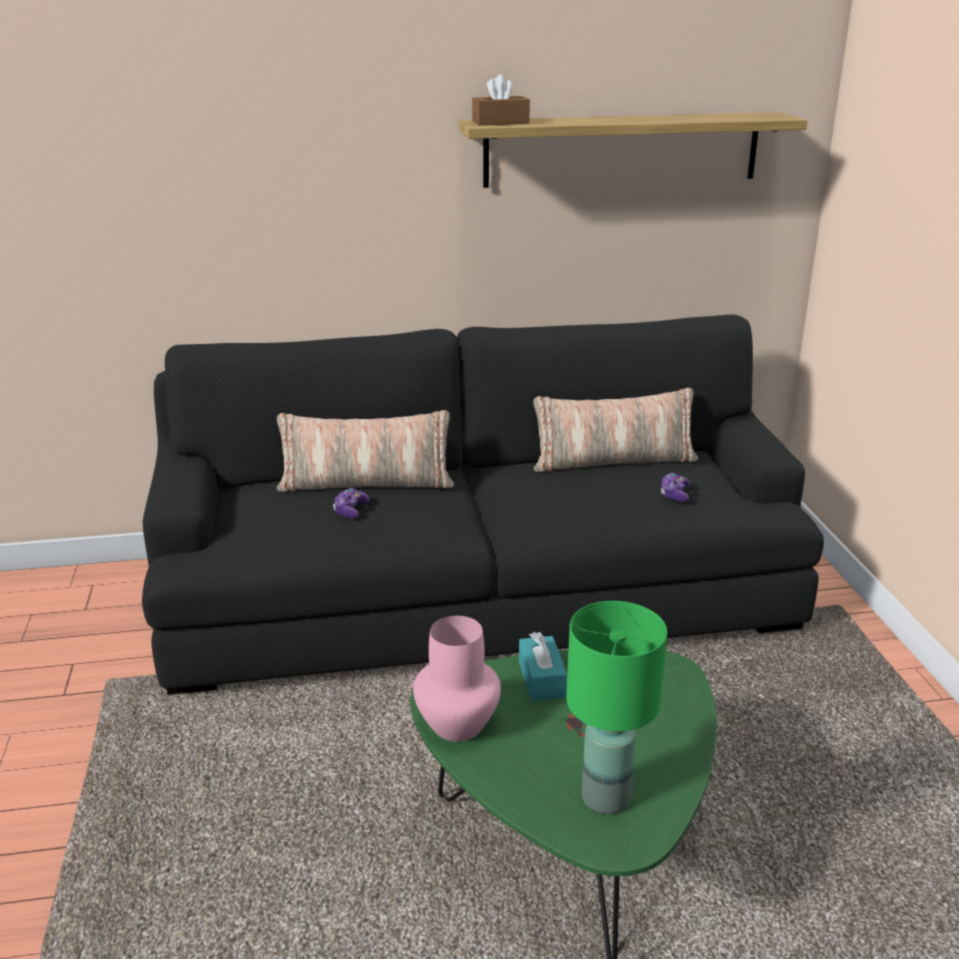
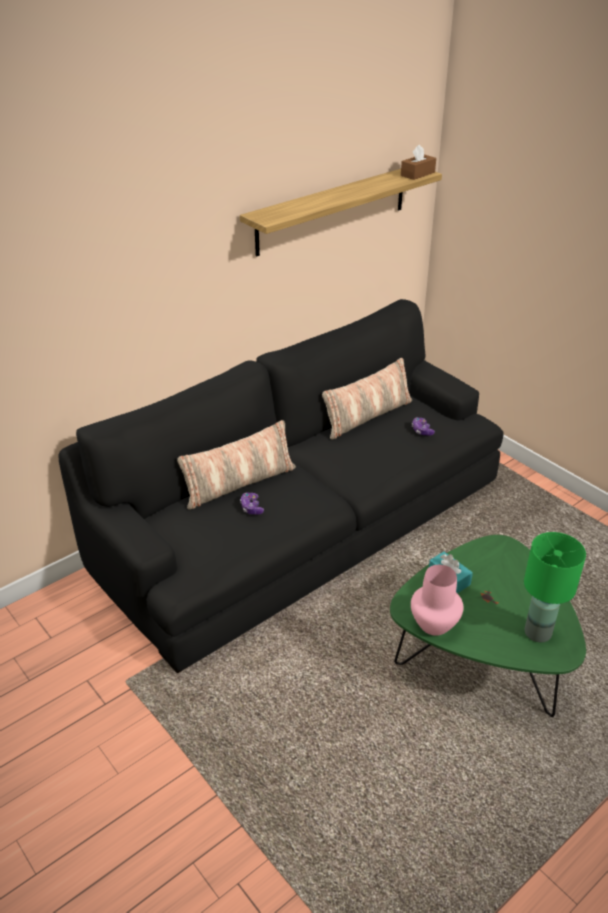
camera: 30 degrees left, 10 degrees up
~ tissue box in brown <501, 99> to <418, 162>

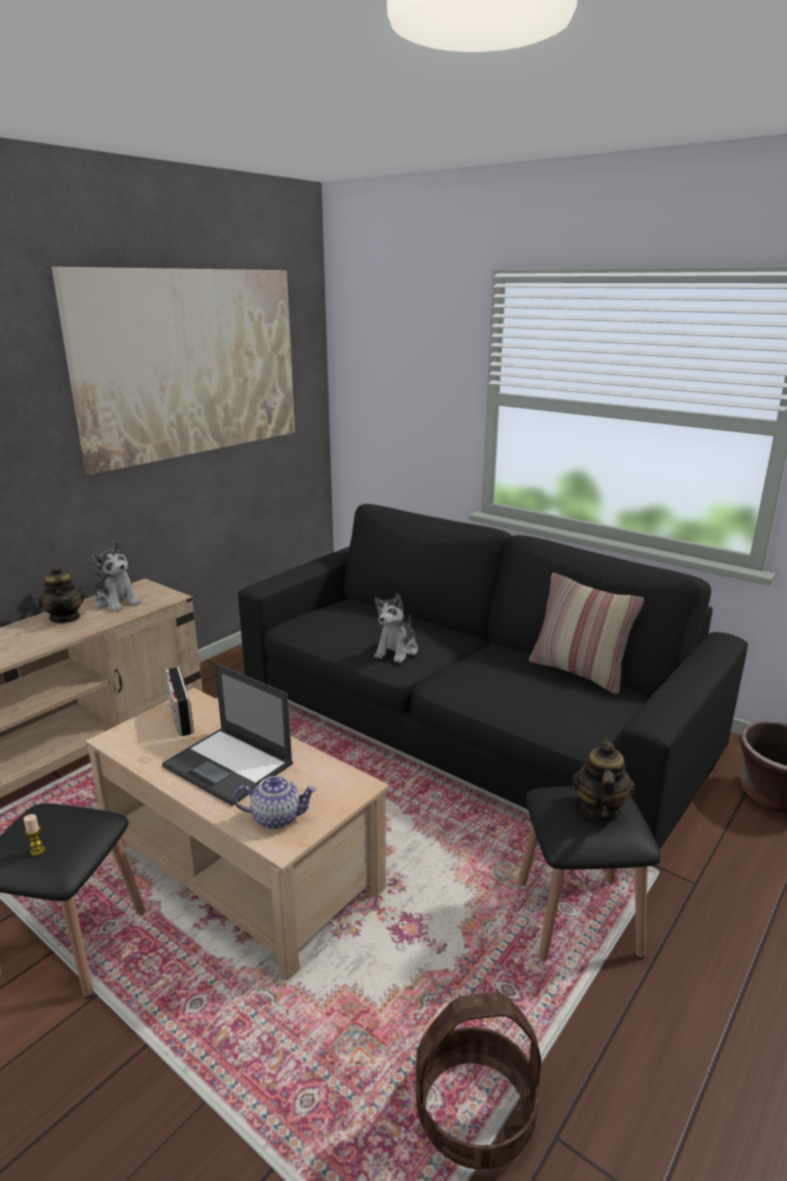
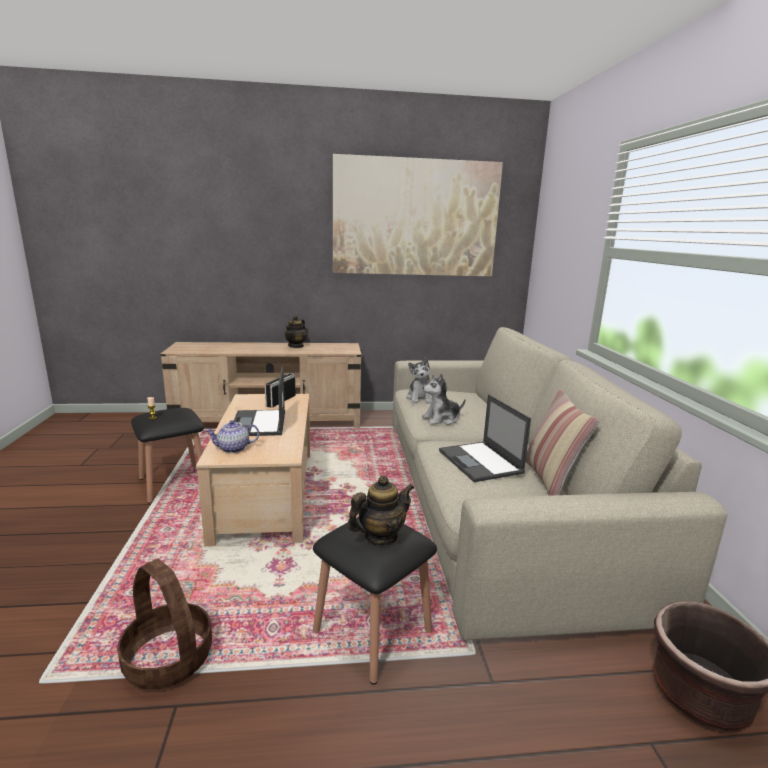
camera: 45 degrees right, 5 degrees down
~ sofa in black <493, 677> to sofa in beige <560, 483>
~ plush toy <117, 576> to <419, 380>
~ teapot <275, 802> = <232, 436> 120 degrees clockwise
+ laptop <485, 438>

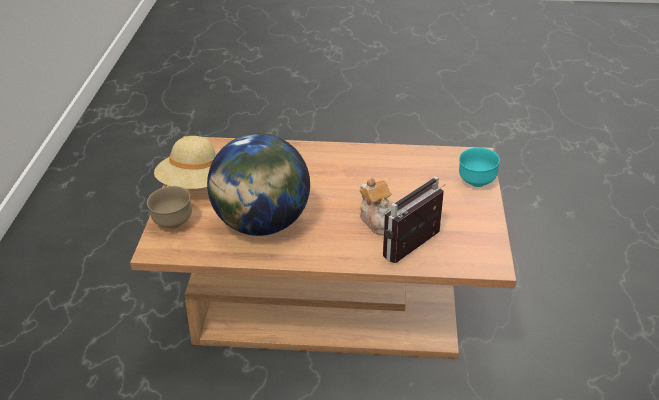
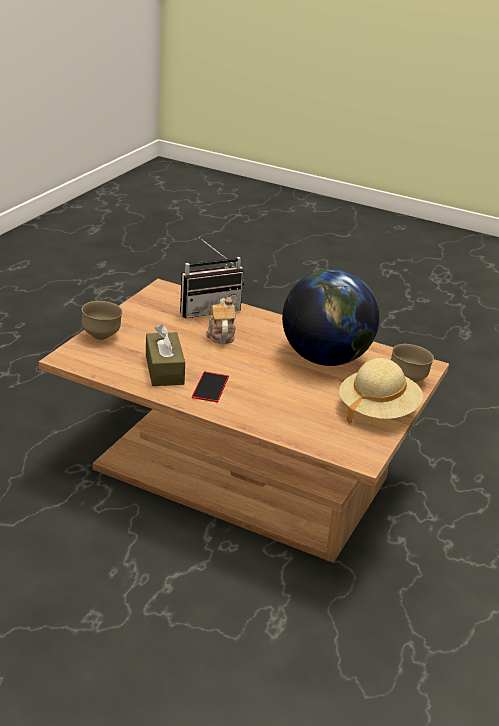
camera: 160 degrees left, 5 degrees down
~ bowl in turquoise <479, 167> to bowl in brown <102, 320>
+ tissue box in brown <165, 355>
+ phone <210, 386>

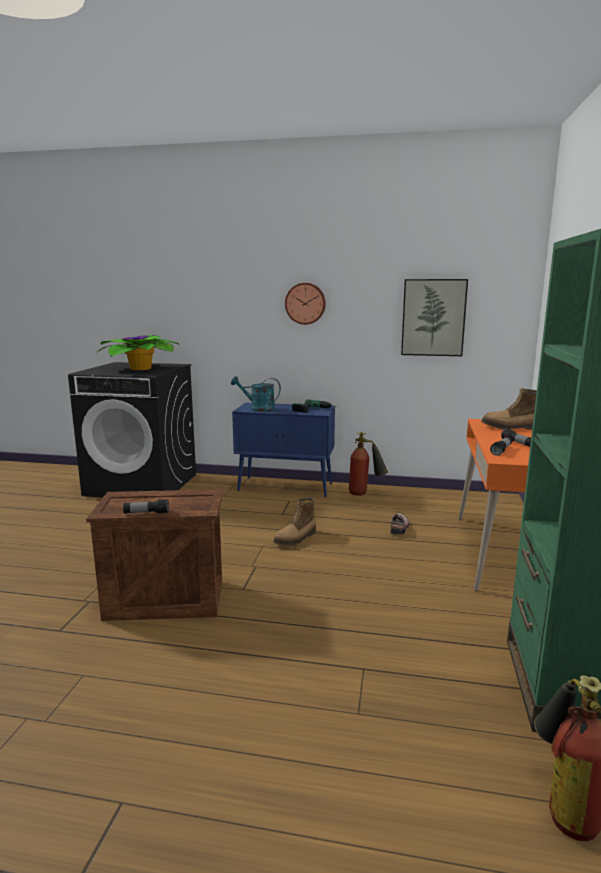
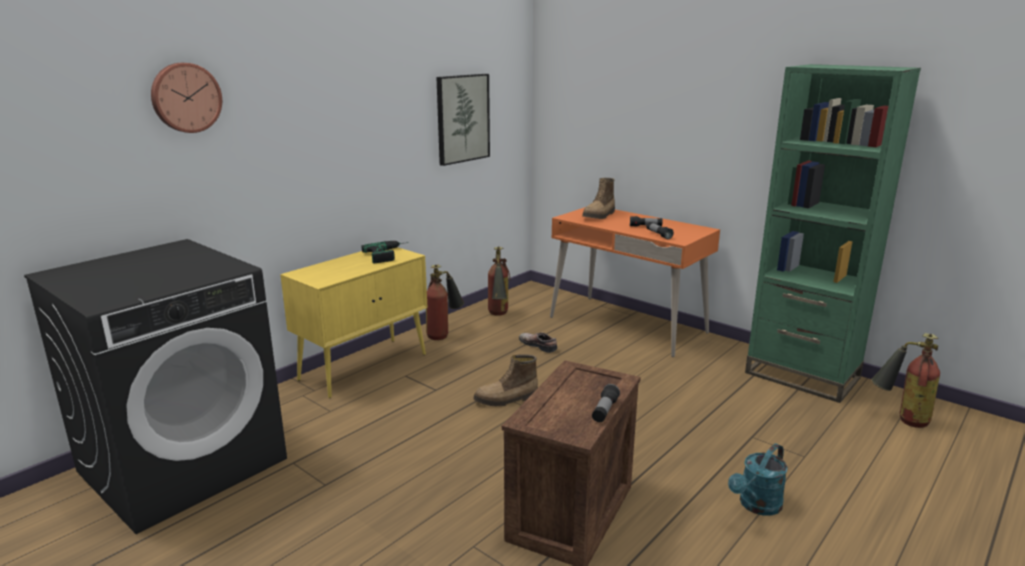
camera: 60 degrees left, 5 degrees up
~ wall clock <305, 304> to <186, 98>
- potted plant <139, 352>
~ watering can in turquoise <256, 394> to <758, 479>
~ cabinet in blue <283, 450> to cabinet in yellow <354, 322>
~ boot <294, 521> = <505, 380> 90 degrees clockwise
+ fire extinguisher <499, 281>

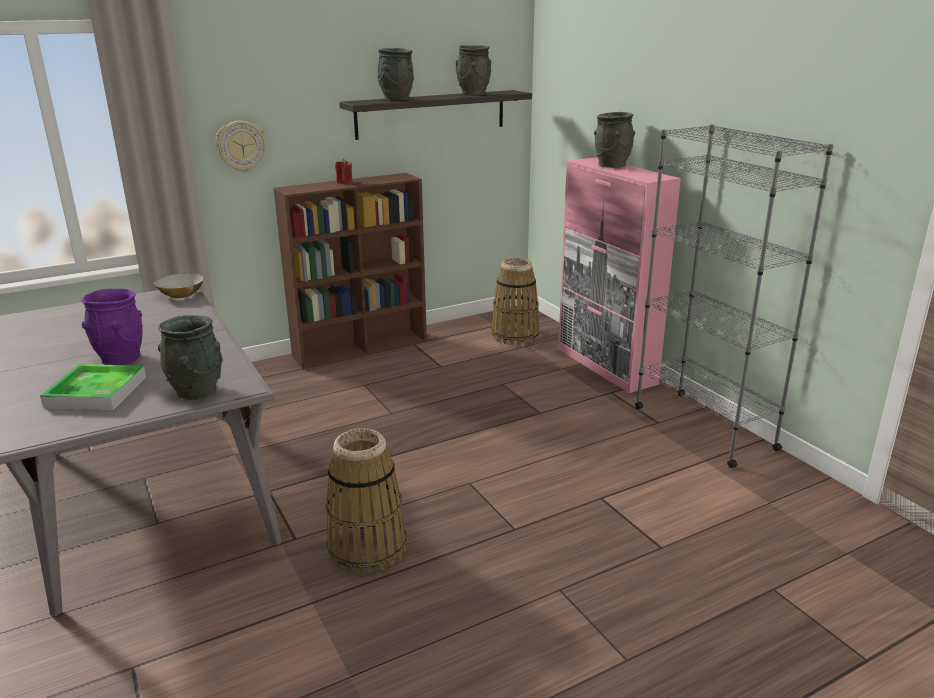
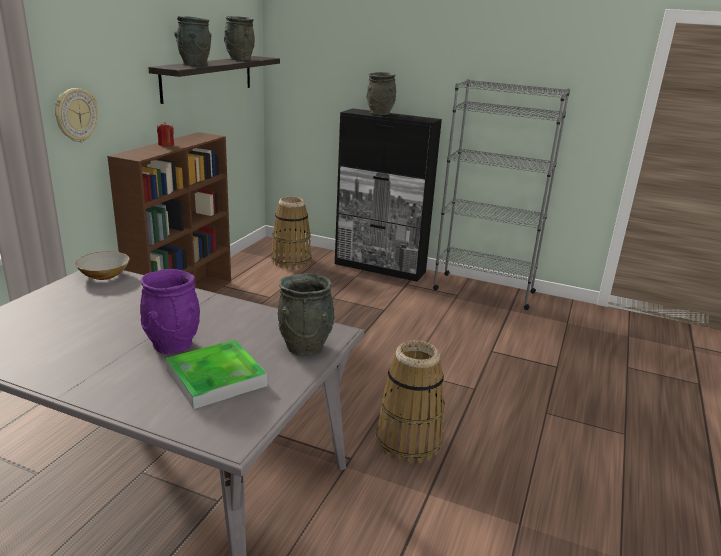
camera: 40 degrees left, 0 degrees up
~ cabinet in pink <619, 275> to cabinet in black <388, 195>

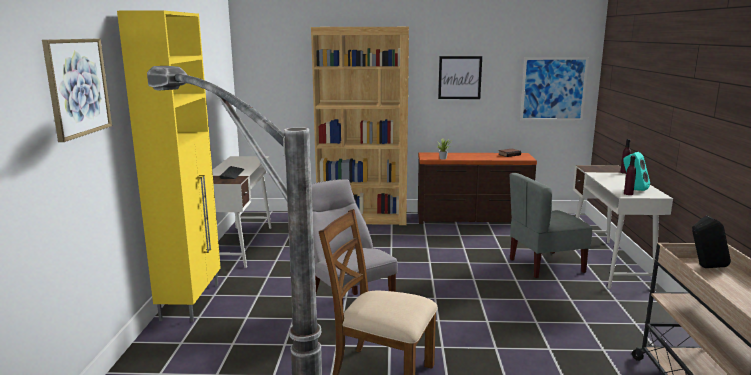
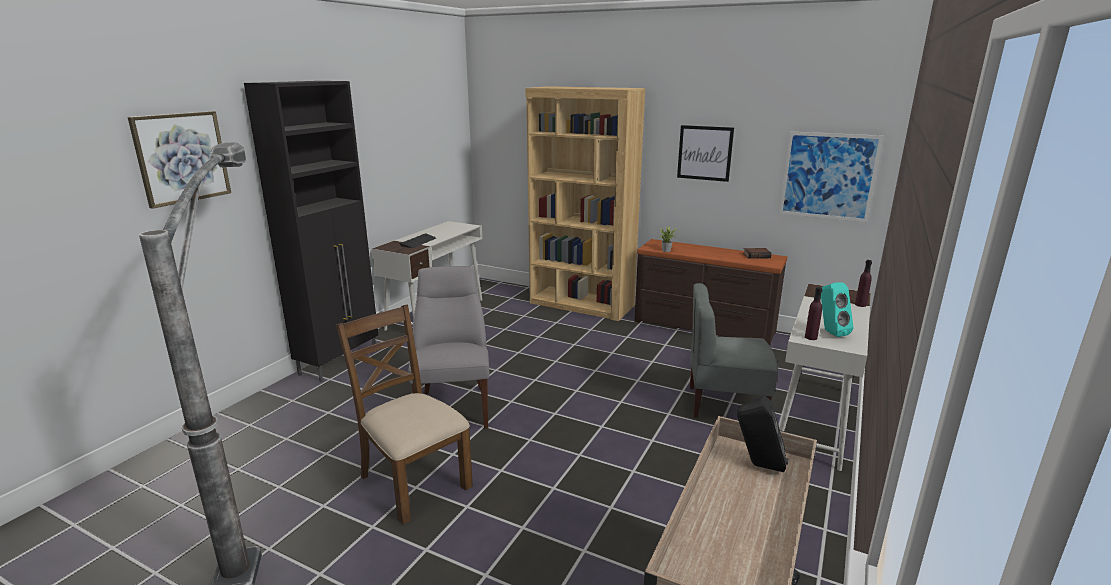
camera: 25 degrees right, 5 degrees up
~ cabinet in yellow <169, 166> to cabinet in black <311, 231>

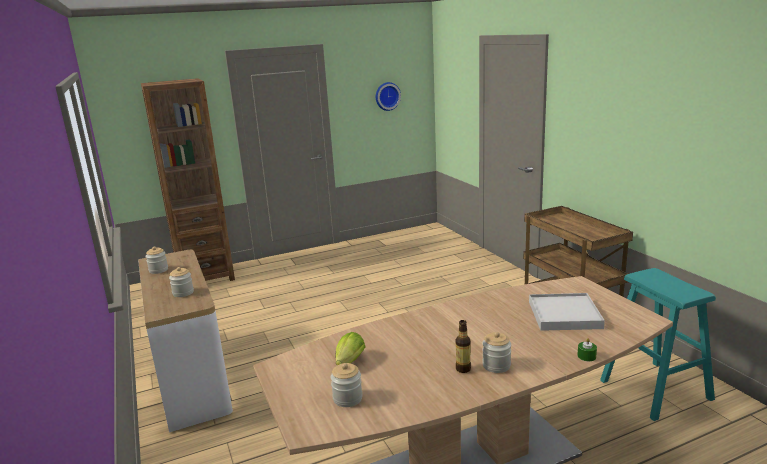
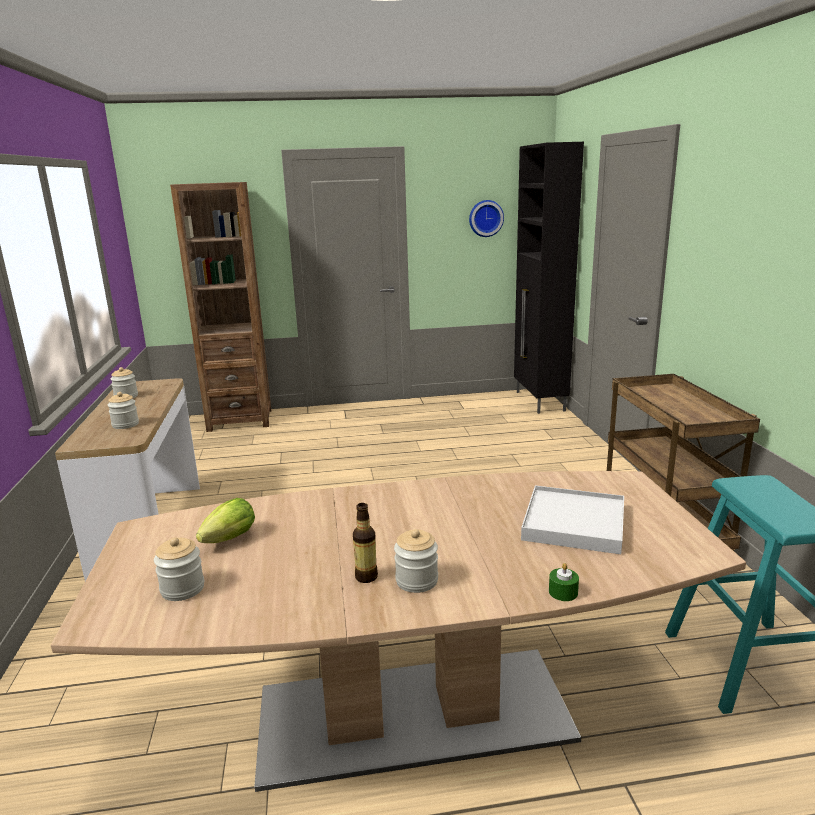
camera: 15 degrees right, 0 degrees up
+ cabinet in black <549, 278>

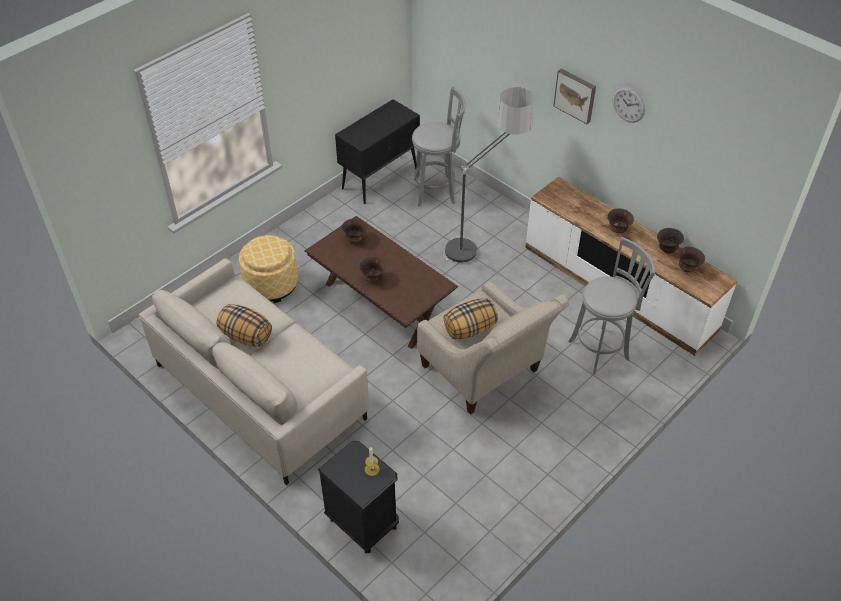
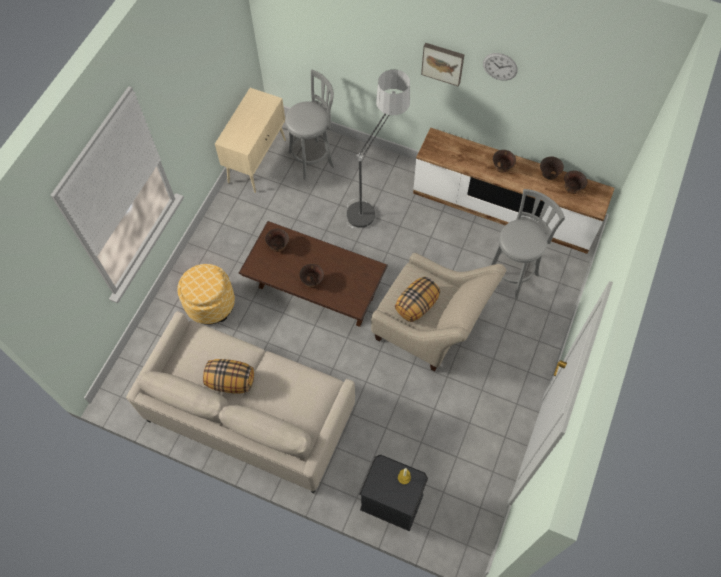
camera: 20 degrees left, 15 degrees up
~ cabinet in black <377, 151> to cabinet in beige <250, 140>

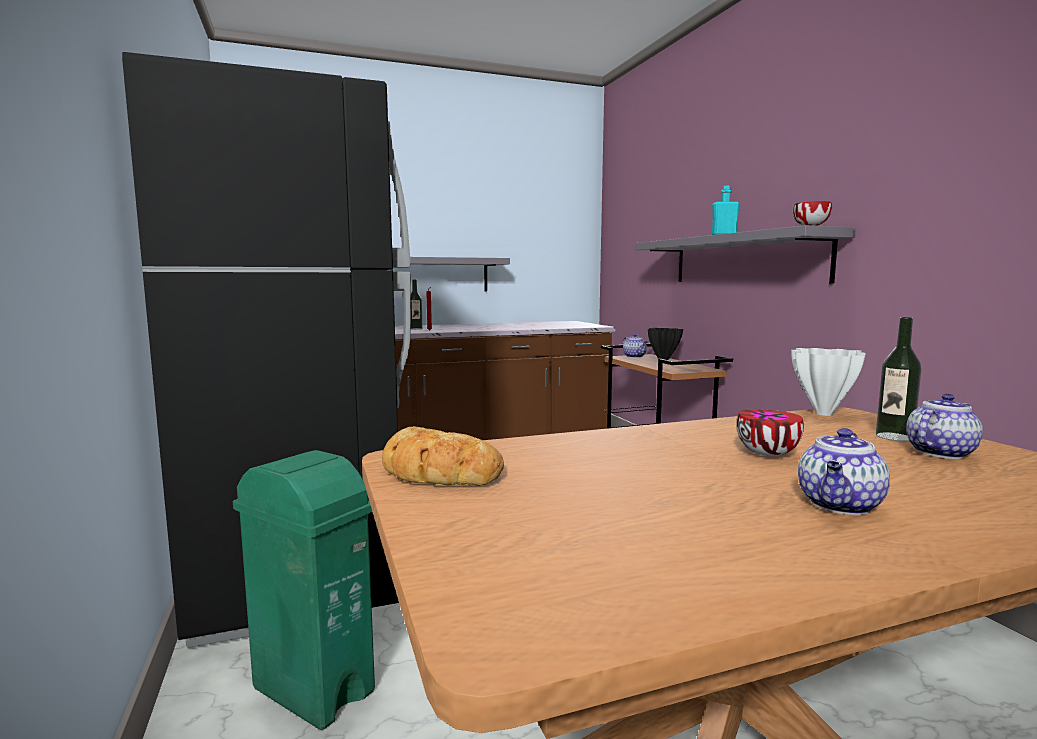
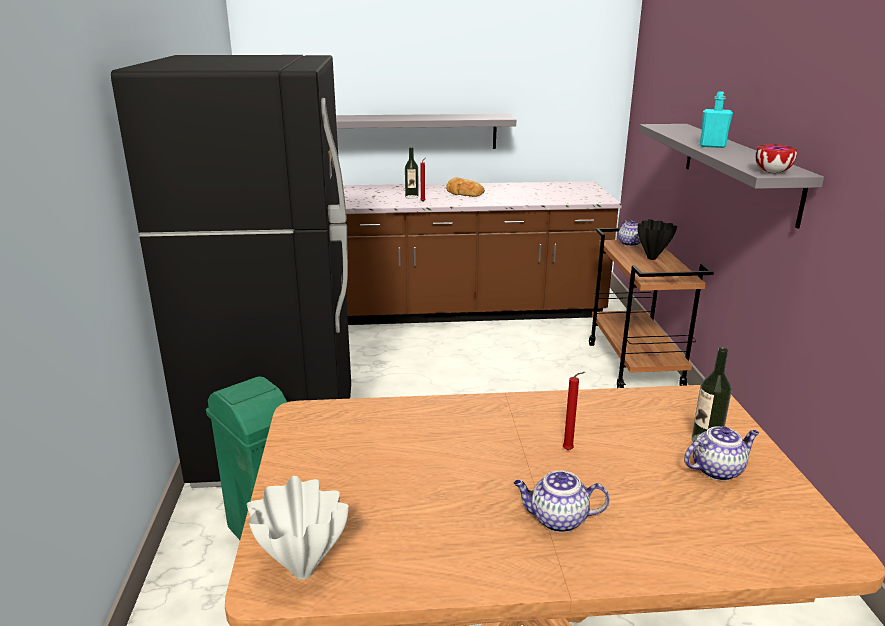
camera: 15 degrees right, 15 degrees up
~ vase in white <828, 382> to <297, 527>
~ bowl <770, 432> to candle in red <574, 411>
~ bread <443, 456> to <465, 187>
~ teapot <844, 471> = <561, 501> 45 degrees clockwise

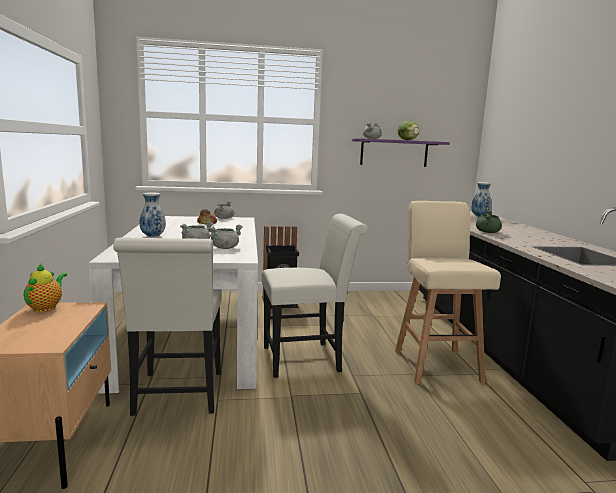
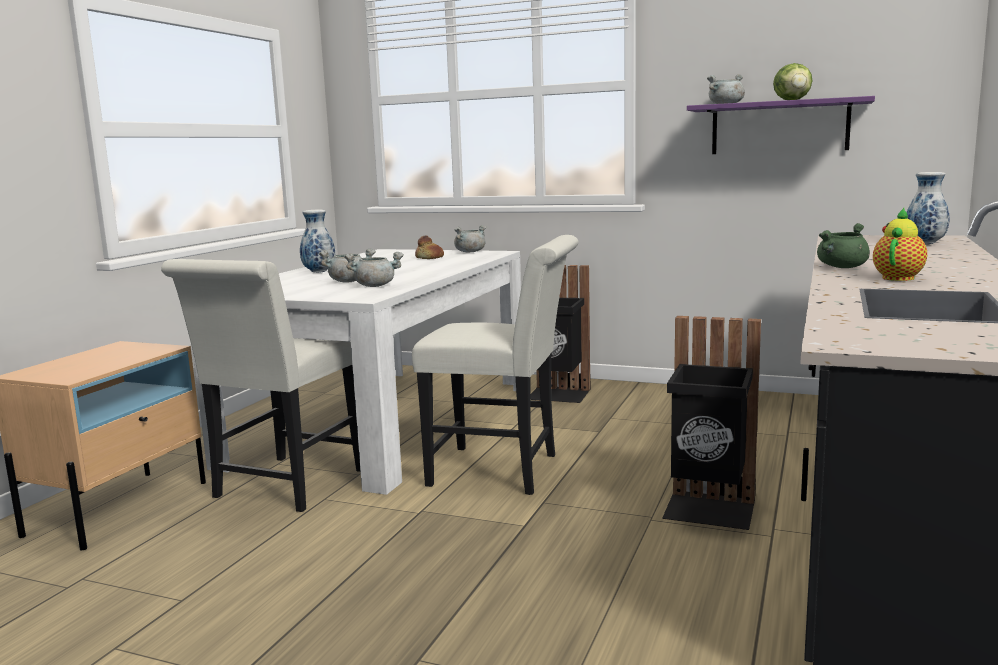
camera: 30 degrees right, 0 degrees up
~ stool in beige <448, 292> to trash can in black <711, 423>
~ teapot <45, 288> to <900, 244>

